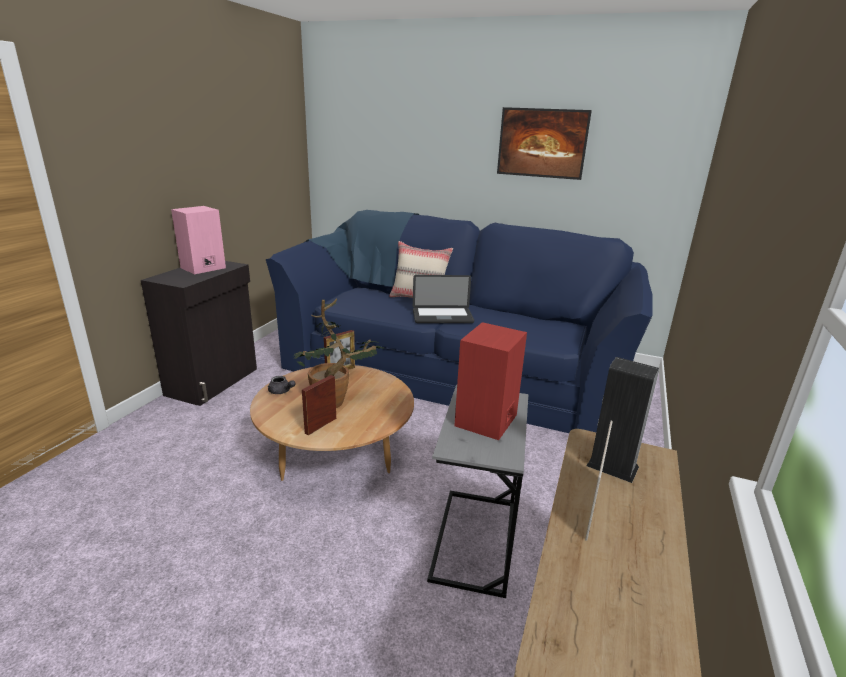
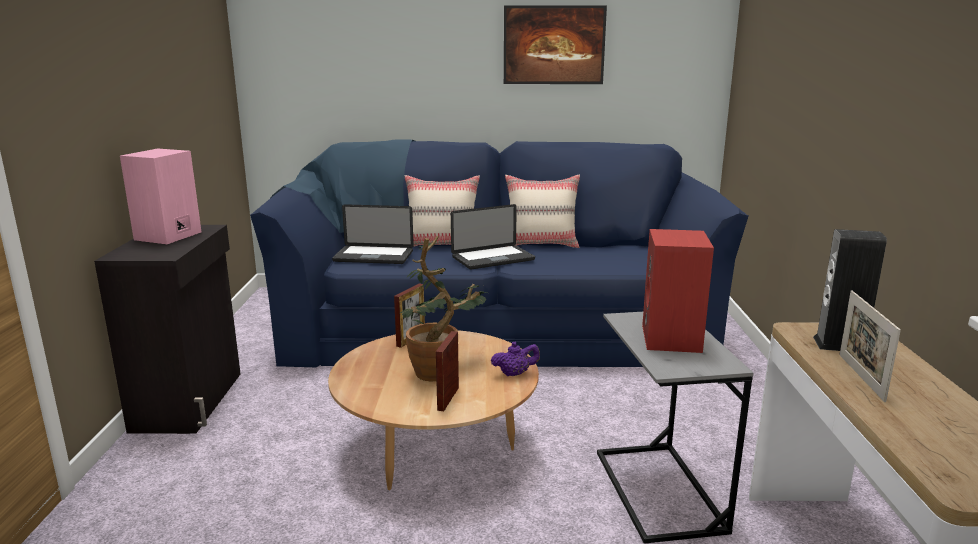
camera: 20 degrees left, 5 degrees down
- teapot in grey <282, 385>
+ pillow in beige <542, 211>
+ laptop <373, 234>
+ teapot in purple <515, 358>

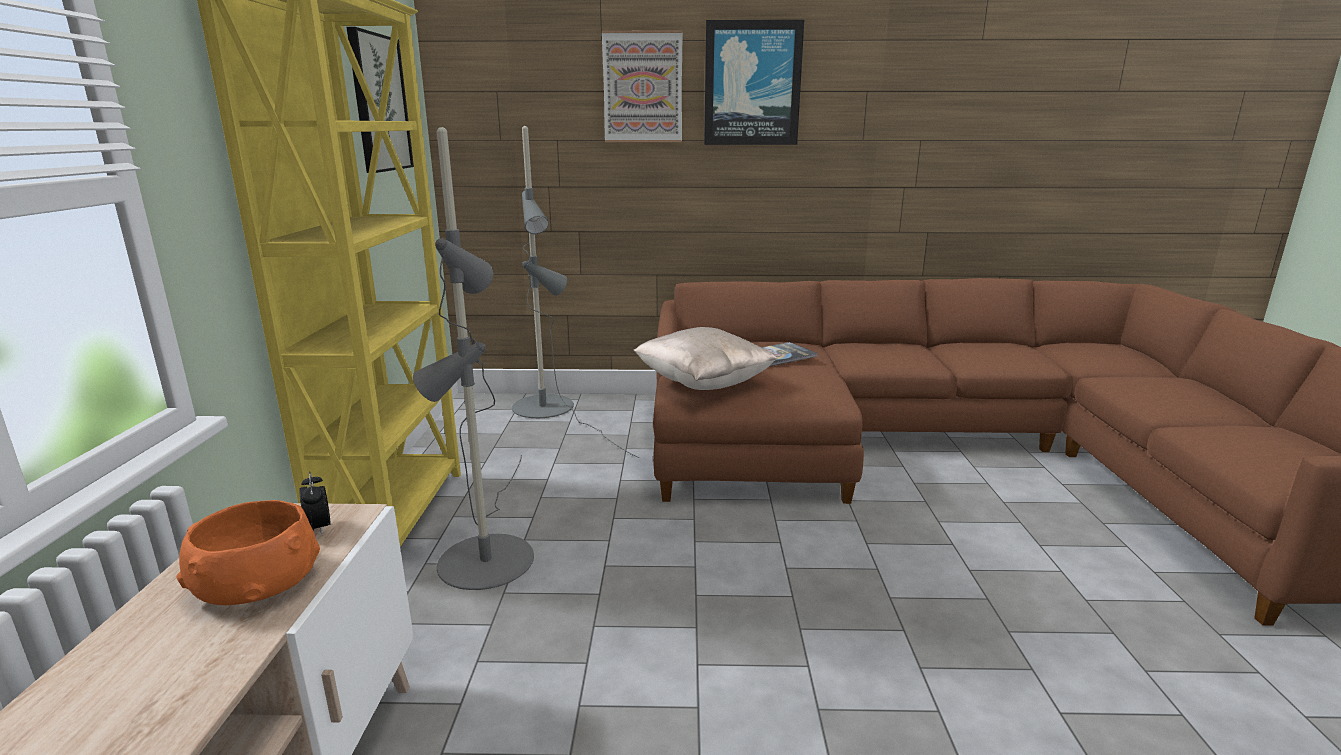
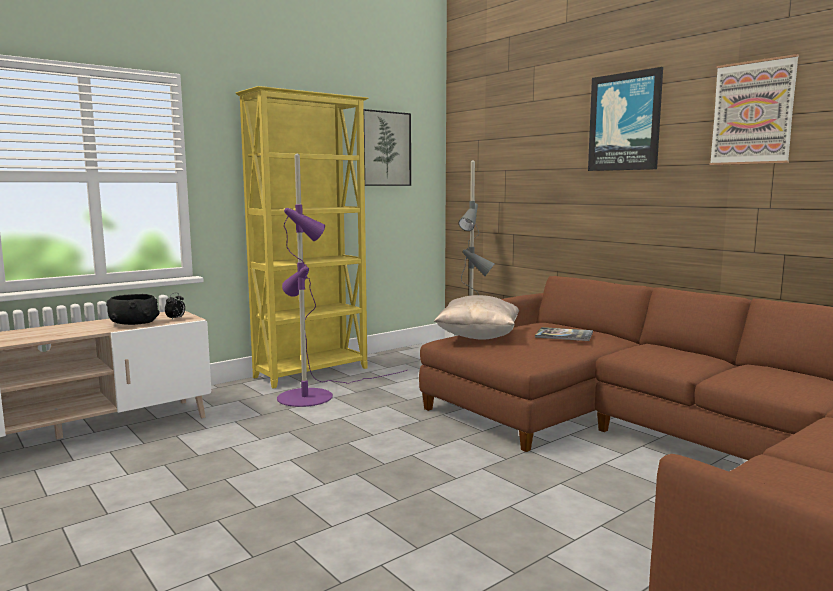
camera: 50 degrees right, 10 degrees down
~ picture <642, 86> to <754, 109>
~ floor lamp in grey <473, 358> to floor lamp in purple <342, 280>
~ bowl in orange <248, 552> to bowl in black <133, 309>

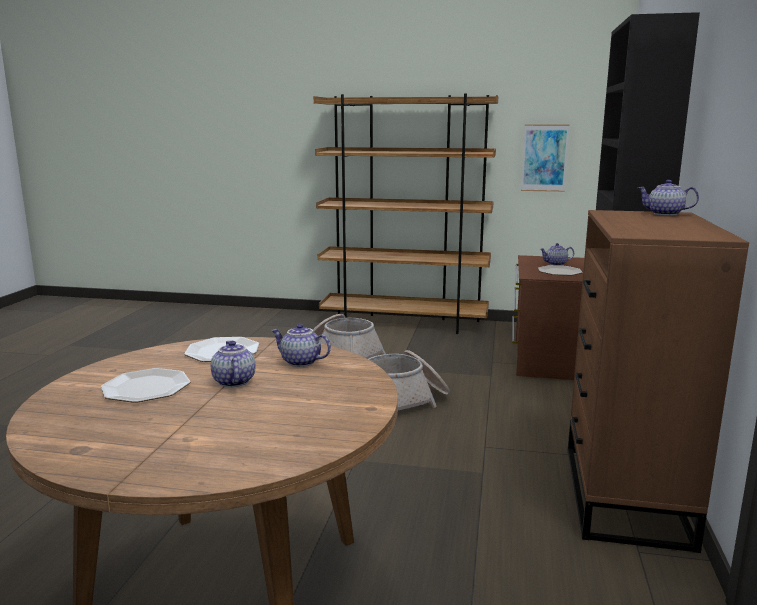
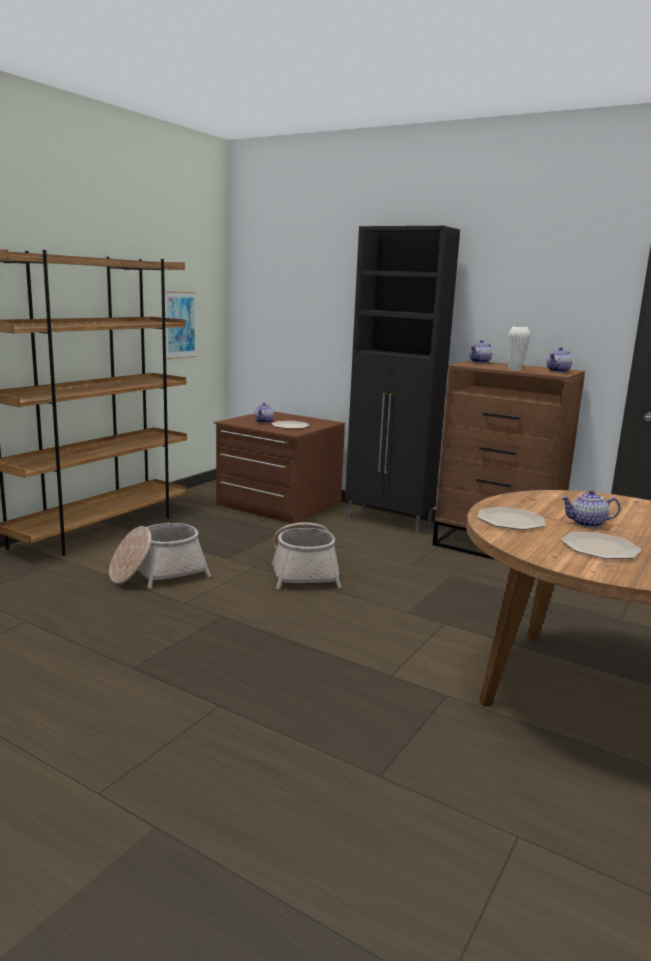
camera: 70 degrees left, 0 degrees up
~ teapot <301, 345> to <559, 360>
+ vase in white <519, 348>

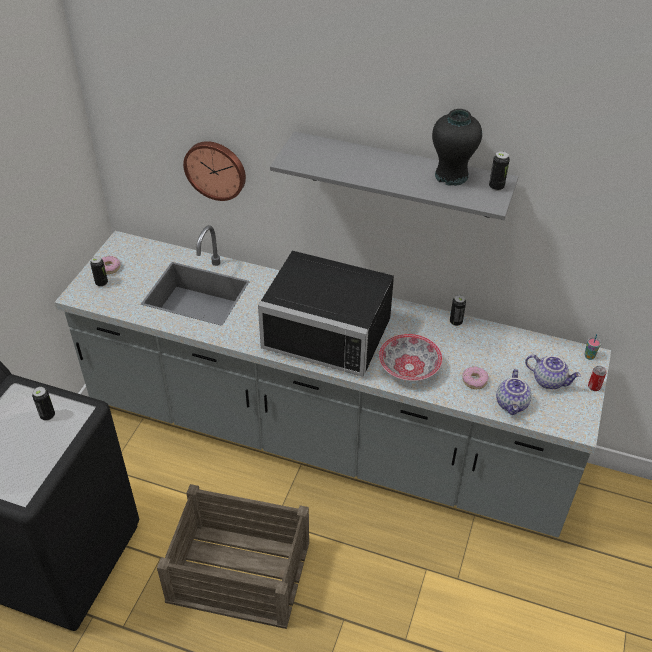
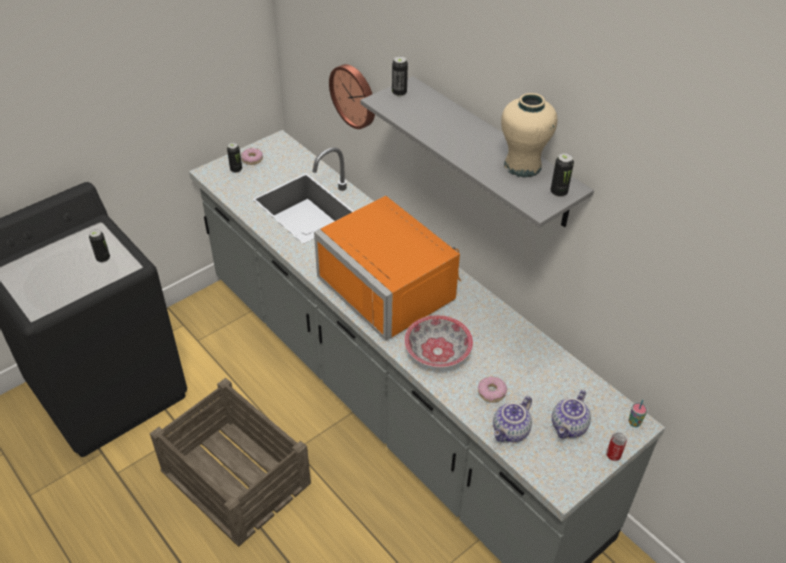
camera: 30 degrees right, 0 degrees up
~ vase in black <457, 147> to vase in beige <529, 135>
~ microwave in black <326, 314> to microwave in orange <387, 268>
~ can <458, 310> to <400, 76>
~ teapot <553, 372> = <571, 414> 60 degrees clockwise

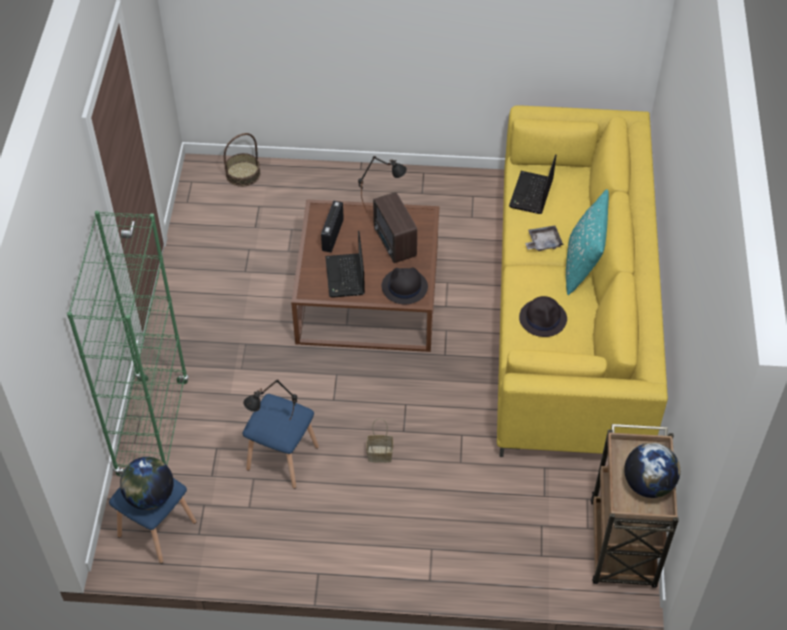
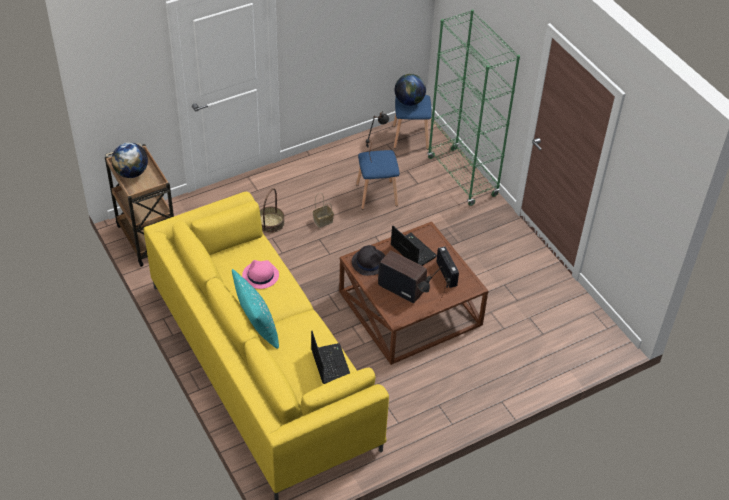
camera: 145 degrees right, 5 degrees down
~ basket <242, 160> to <272, 210>
- tray in grey <544, 238>
~ hat in black <543, 316> to hat in pink <260, 274>

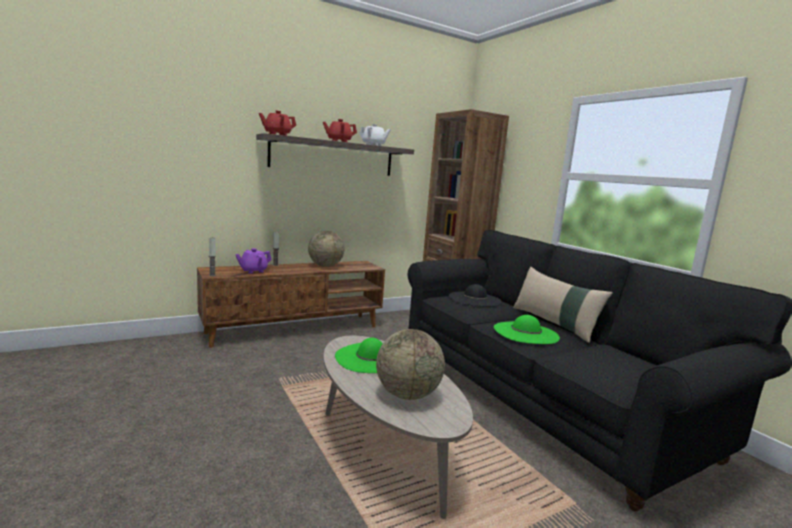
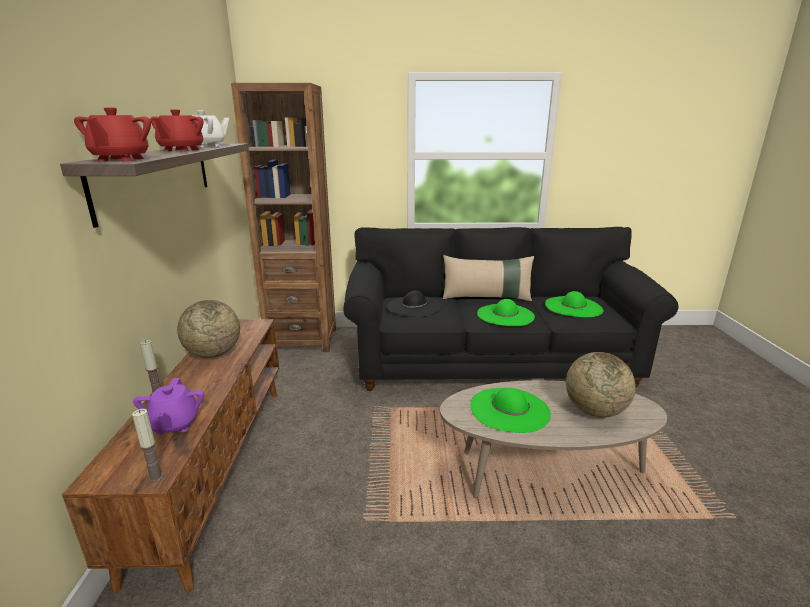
camera: 60 degrees left, 10 degrees up
+ hat in green <574, 304>

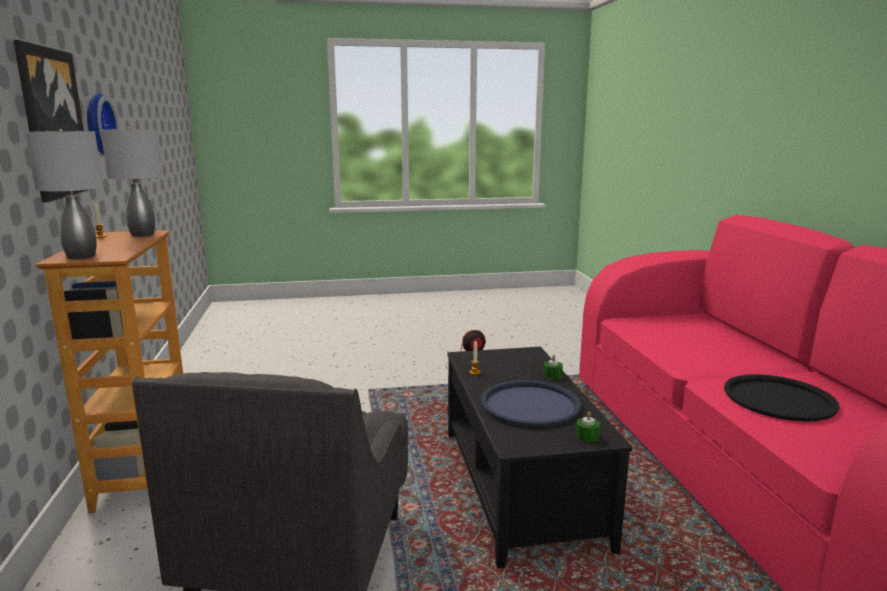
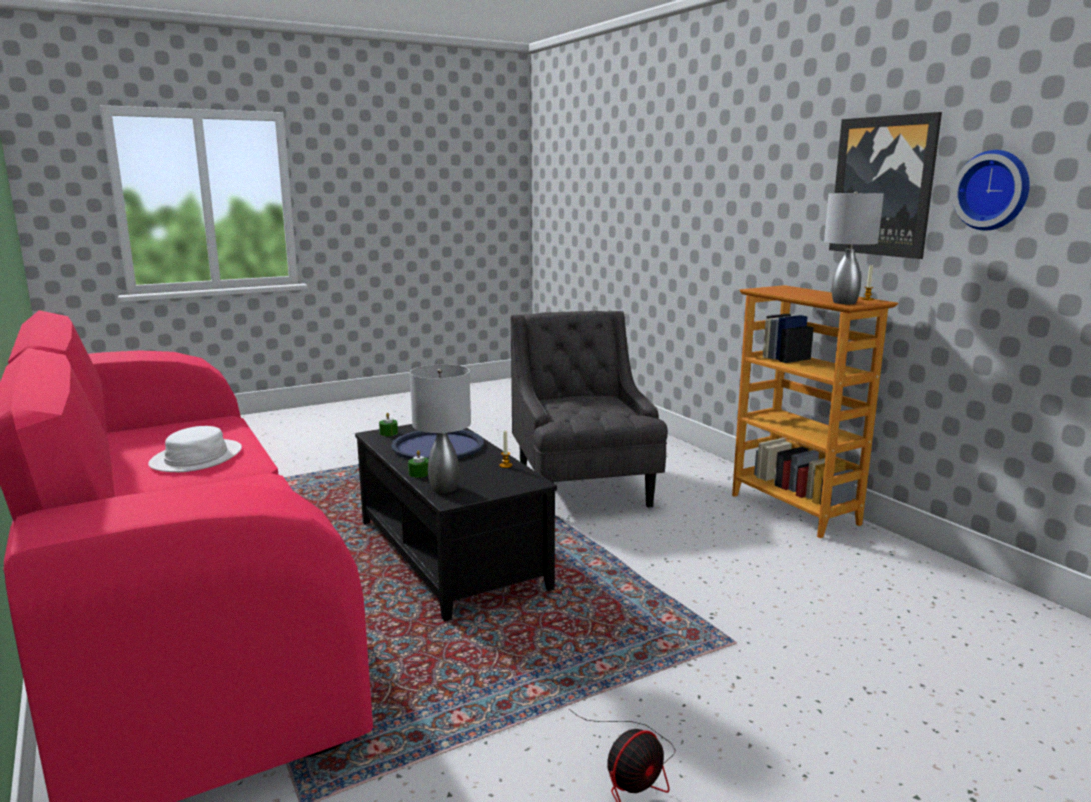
camera: 160 degrees right, 0 degrees up
~ table lamp in grey <64, 194> to <440, 428>
~ tray in black <781, 398> to hat in white <195, 449>

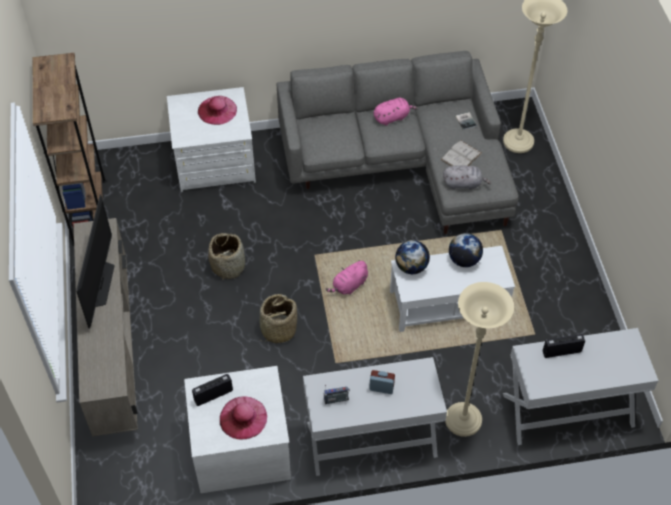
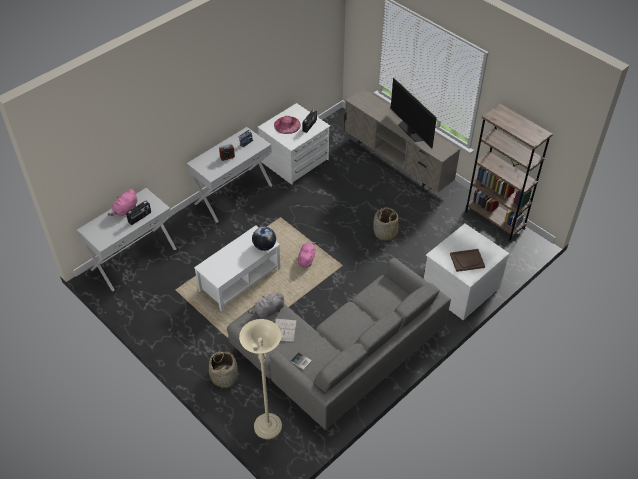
camera: 145 degrees right, 5 degrees down
~ hat in pink <217, 110> to tray in brown <467, 260>
~ plush toy in pink <395, 112> to <123, 202>
- globe <466, 250>
- floor lamp in beige <479, 359>
~ basket <277, 319> to <223, 370>

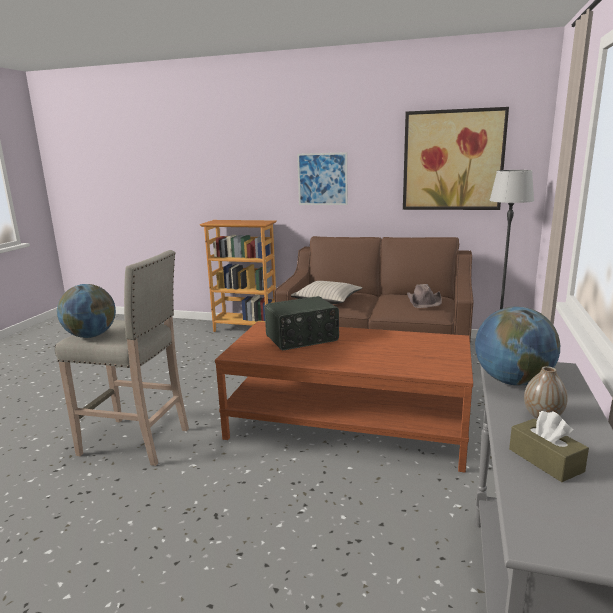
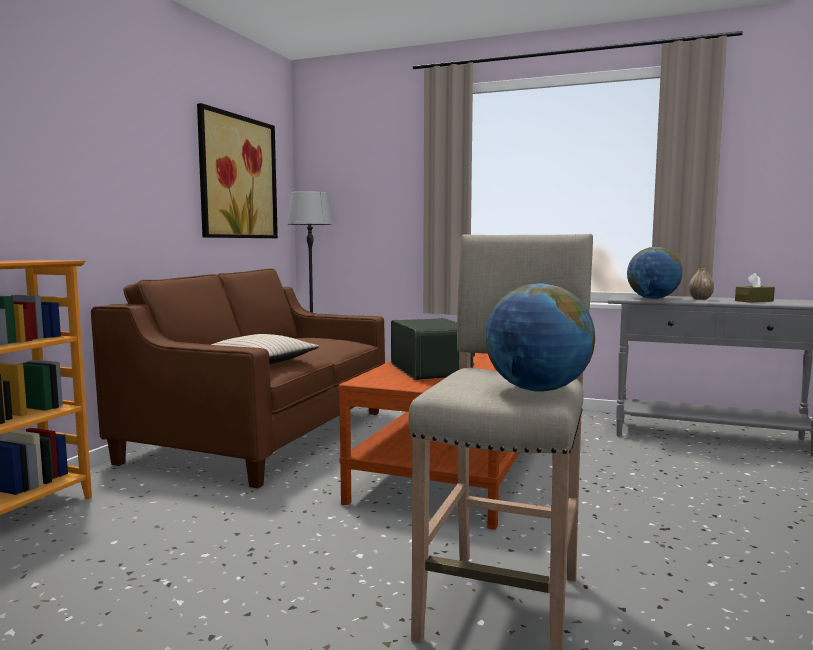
camera: 85 degrees left, 10 degrees down
- picture <322, 178>
- hat in brown <424, 296>

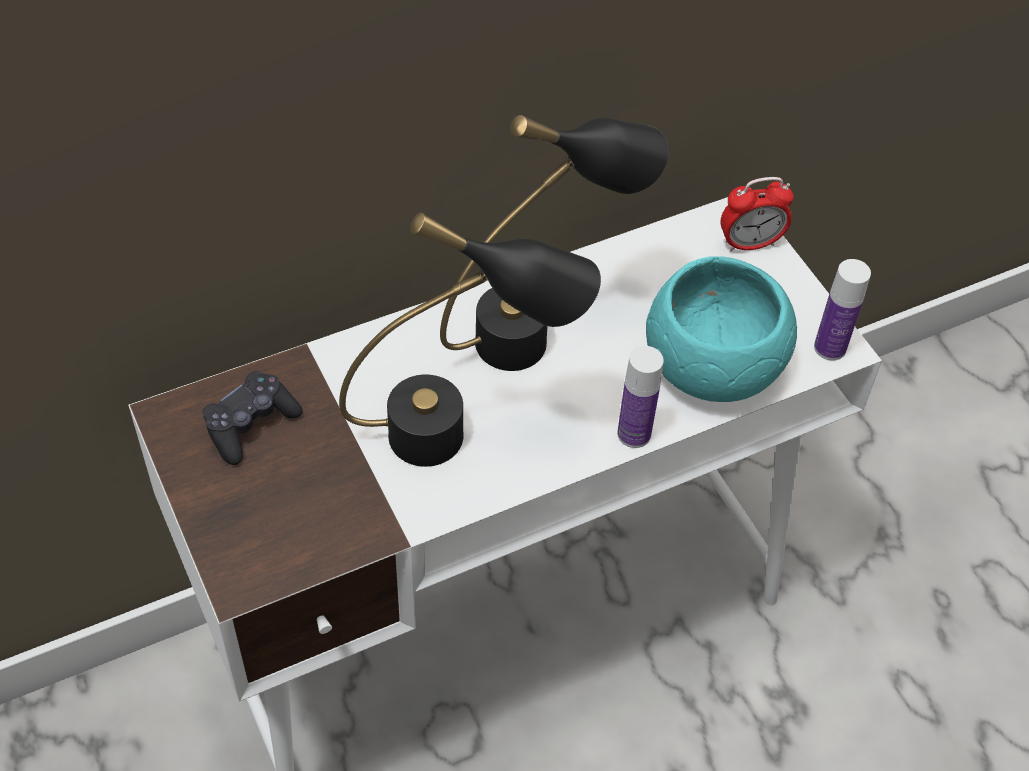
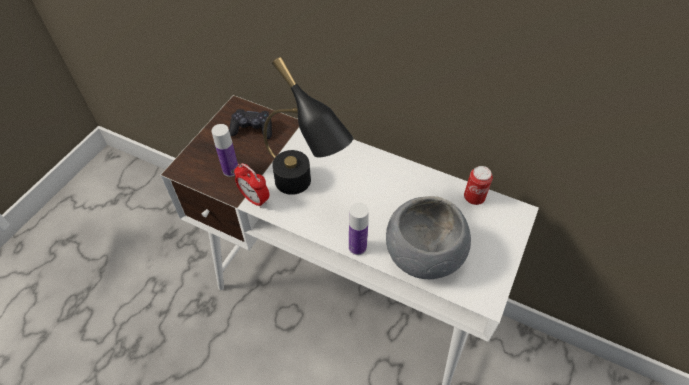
camera: 55 degrees right, 0 degrees up
- table lamp in black <554, 243>
~ alarm clock <757, 214> to <251, 185>
~ bowl in turquoise <721, 329> to bowl in grey <428, 237>
~ bottle <842, 310> to <225, 150>
+ can <478, 185>

